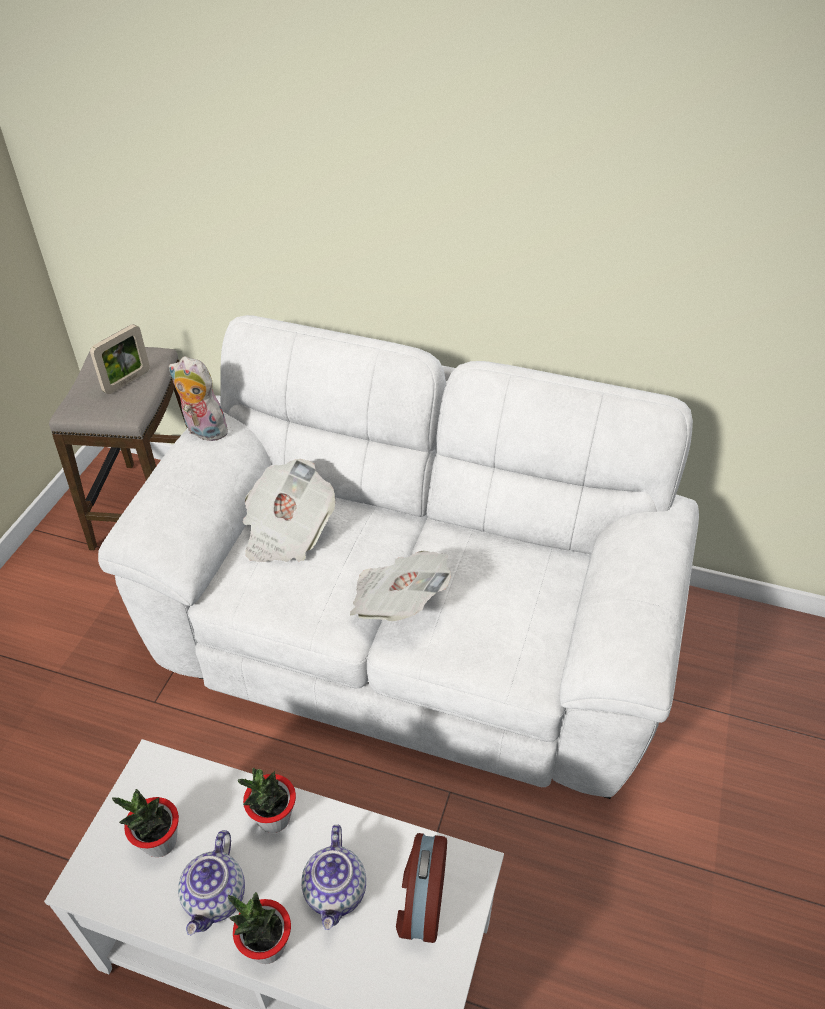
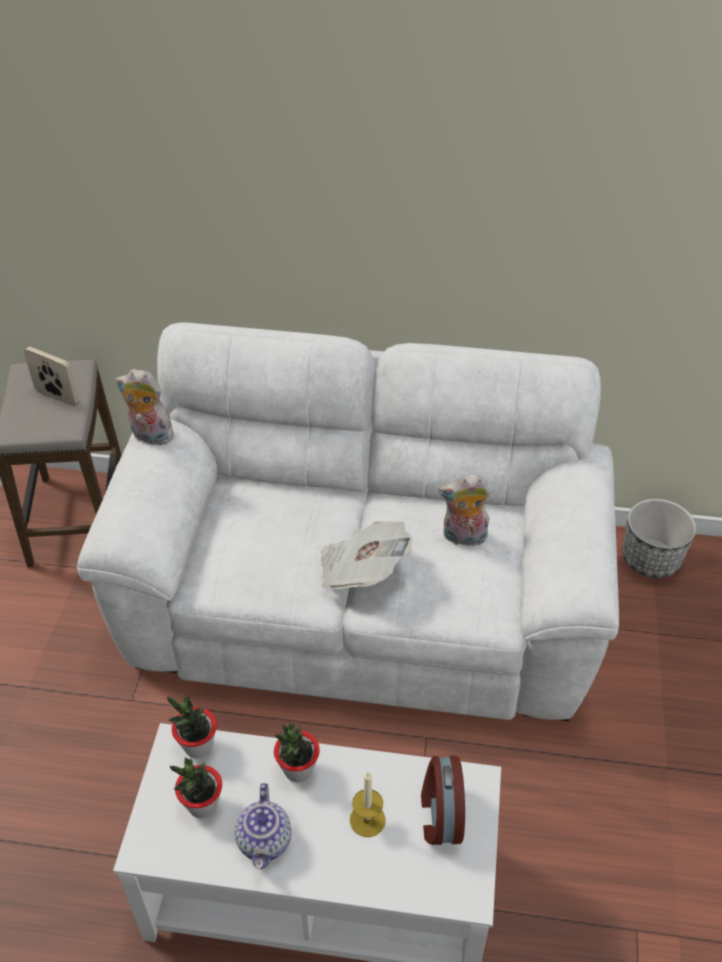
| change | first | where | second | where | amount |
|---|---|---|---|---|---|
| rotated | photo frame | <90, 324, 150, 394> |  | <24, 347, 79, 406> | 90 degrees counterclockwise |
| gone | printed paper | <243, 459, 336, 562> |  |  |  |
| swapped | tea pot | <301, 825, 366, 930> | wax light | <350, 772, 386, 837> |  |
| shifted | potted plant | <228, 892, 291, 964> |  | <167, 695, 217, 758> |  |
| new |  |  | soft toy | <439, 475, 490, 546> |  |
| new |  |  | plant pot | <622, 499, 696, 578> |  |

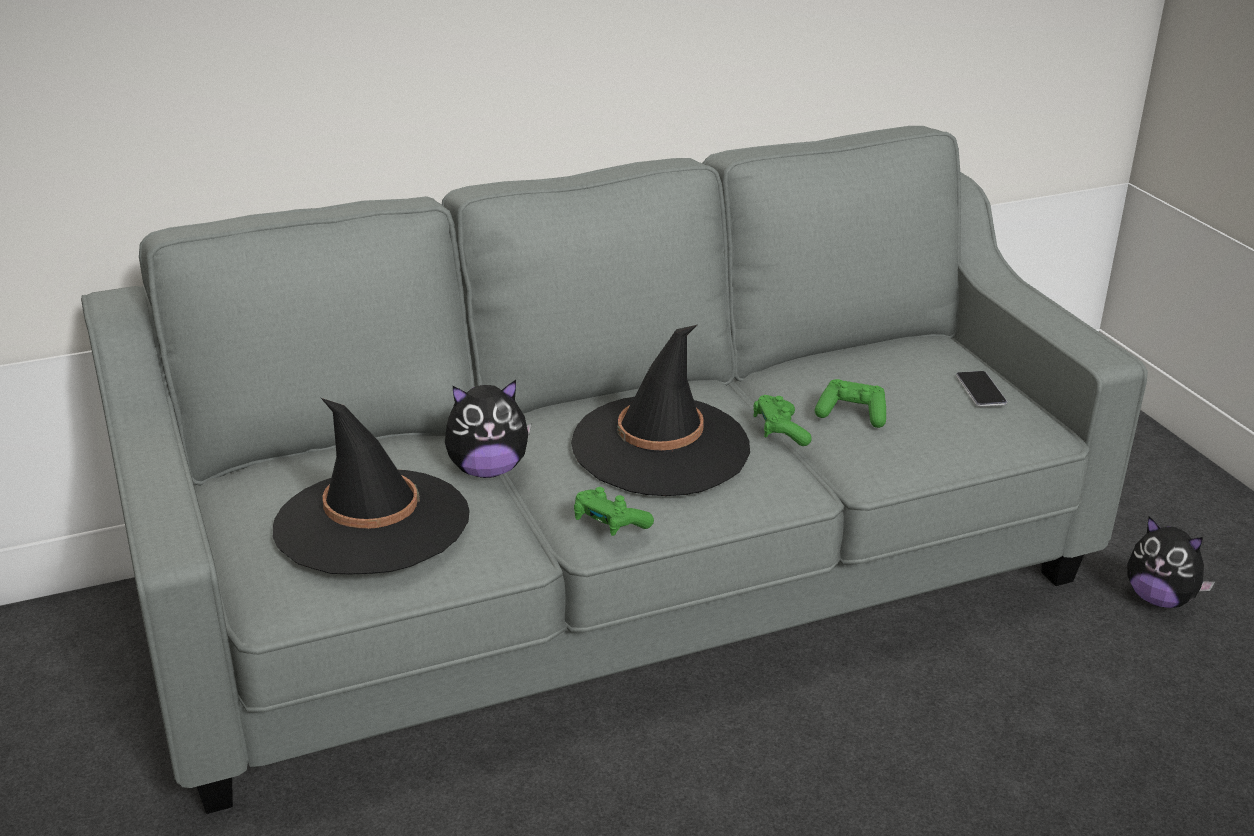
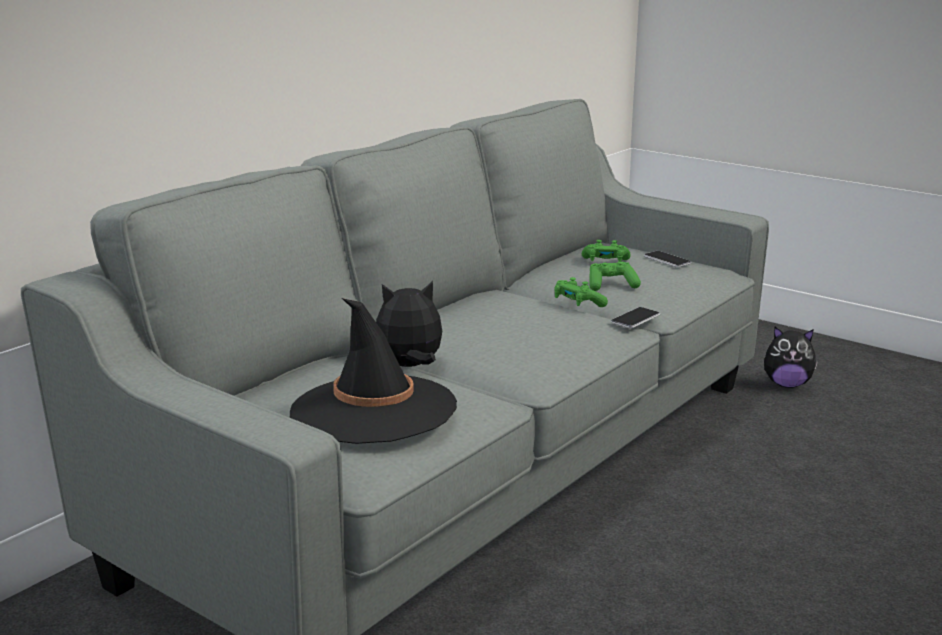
| change | first | where | second | where | amount |
|---|---|---|---|---|---|
| gone | blackish wearable hat | <571, 325, 750, 496> |  |  |  |
| rotated | soft toy | <445, 380, 531, 478> |  | <376, 281, 442, 367> | 150 degrees counterclockwise |
| shifted | green game controller | <574, 487, 654, 536> |  | <581, 240, 631, 262> |  |
| new |  |  | handset | <611, 307, 660, 328> |  |

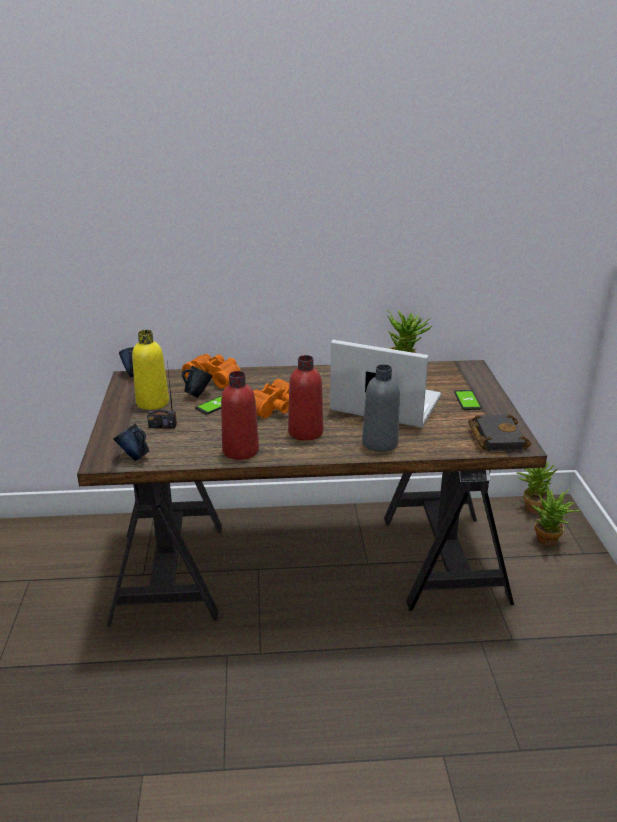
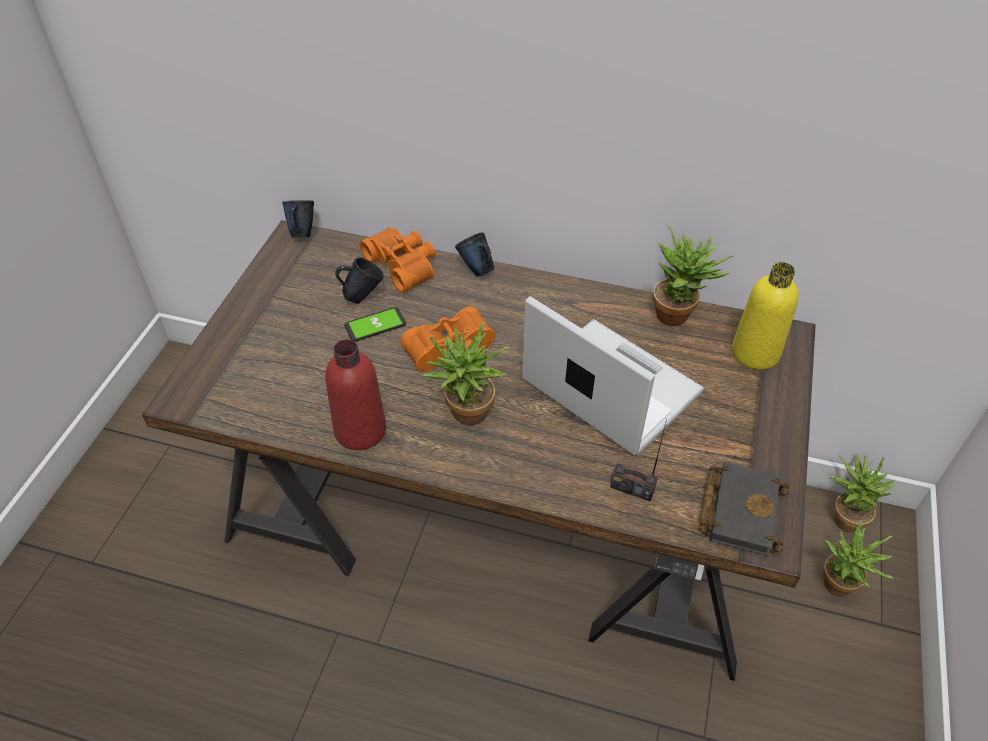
| change | first | where | second | where | amount |
|---|---|---|---|---|---|
| shifted | yellowish beverage bottle | <132, 330, 169, 410> |  | <732, 262, 799, 370> |  |
| swapped | red beverage bottle | <288, 355, 323, 441> | potted plant | <423, 321, 509, 425> |  |
| shifted | radio receiver | <147, 361, 177, 429> |  | <610, 419, 667, 502> |  |
| gone | grey beverage bottle | <362, 364, 400, 452> |  |  |  |
| gone | handset | <454, 390, 482, 410> |  |  |  |
| shifted | blue-coloured coffee mug | <113, 423, 149, 461> |  | <455, 232, 494, 276> |  |

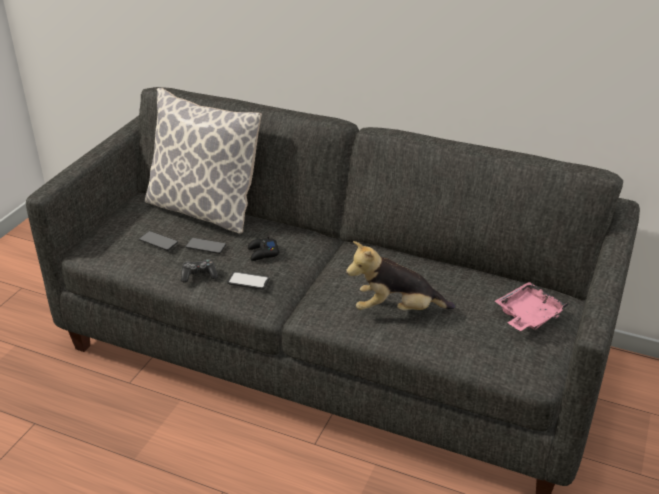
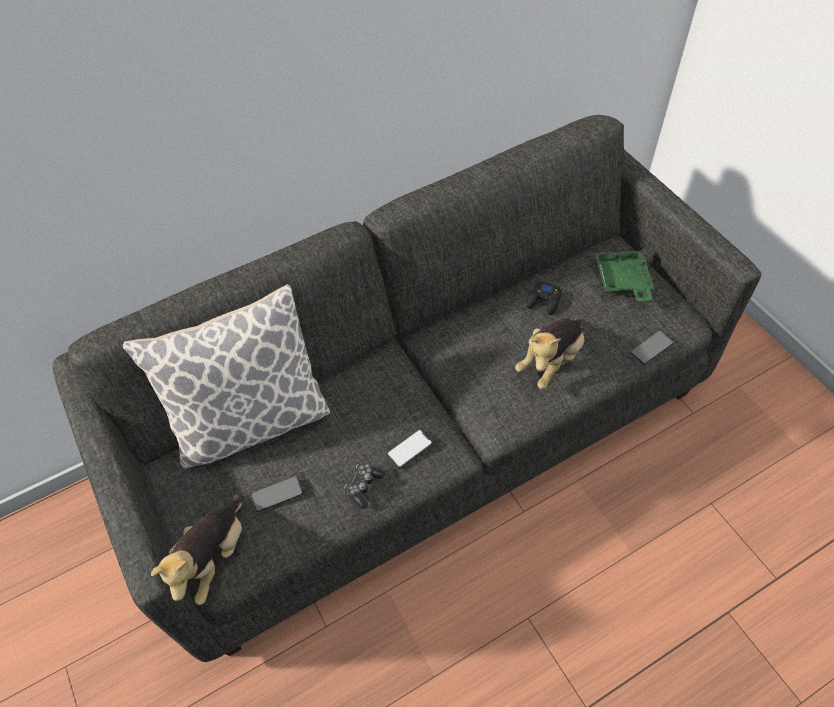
| change | first | where | second | where | amount |
|---|---|---|---|---|---|
| shifted | blackish game controller | <248, 236, 280, 261> |  | <526, 282, 561, 315> |  |
| shifted | handset | <185, 238, 226, 254> |  | <630, 331, 674, 364> |  |
| repainted | pink serving tray | <495, 282, 569, 331> | green serving tray | <595, 248, 654, 301> |  |
| new |  |  | soft toy | <151, 493, 243, 605> |  |

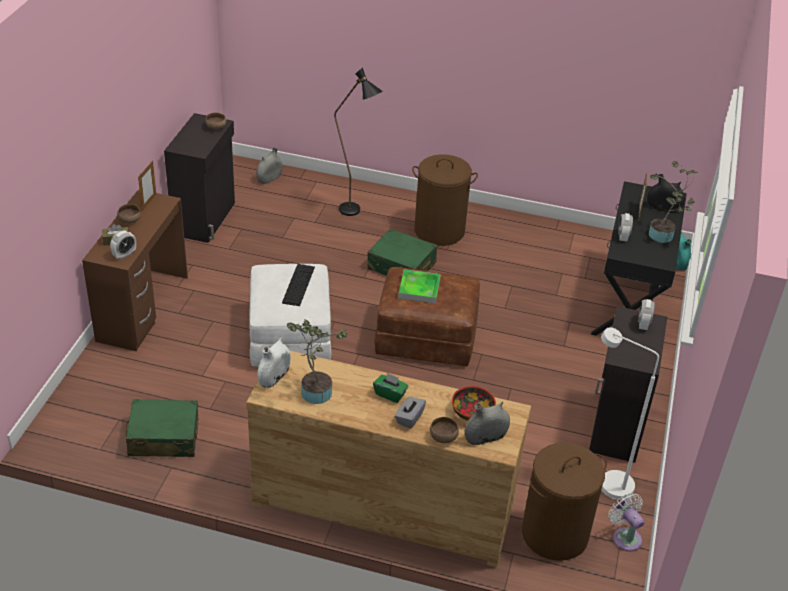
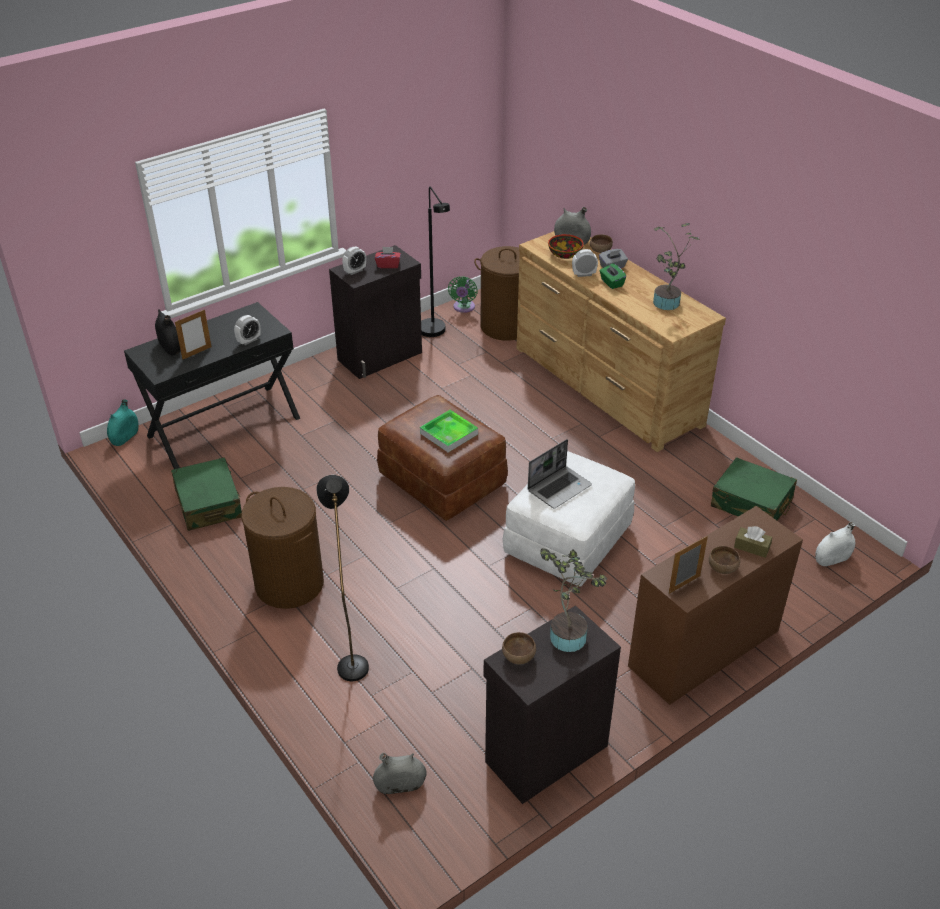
| change | first | where | second | where | amount |
|---|---|---|---|---|---|
| shifted | potted plant | <649, 161, 698, 243> |  | <540, 548, 607, 652> |  |
| shifted | green suitcase | <367, 229, 437, 276> |  | <171, 457, 242, 531> |  |
| shifted | table clock | <110, 230, 136, 260> |  | <572, 249, 598, 277> |  |
| swapped | keyboard | <282, 264, 315, 306> | notebook computer | <528, 439, 592, 509> |  |
| repainted | white-coloured standard lamp | <601, 327, 659, 500> | blackish standard lamp | <421, 187, 450, 337> |  |
| shifted | white-coloured decorative vase | <257, 337, 291, 388> |  | <815, 522, 856, 566> |  |
| repainted | white-coloured cooling fan | <608, 493, 645, 552> | green cooling fan | <448, 276, 478, 313> |  |
| new |  |  | red tissue box | <375, 247, 401, 268> |  |

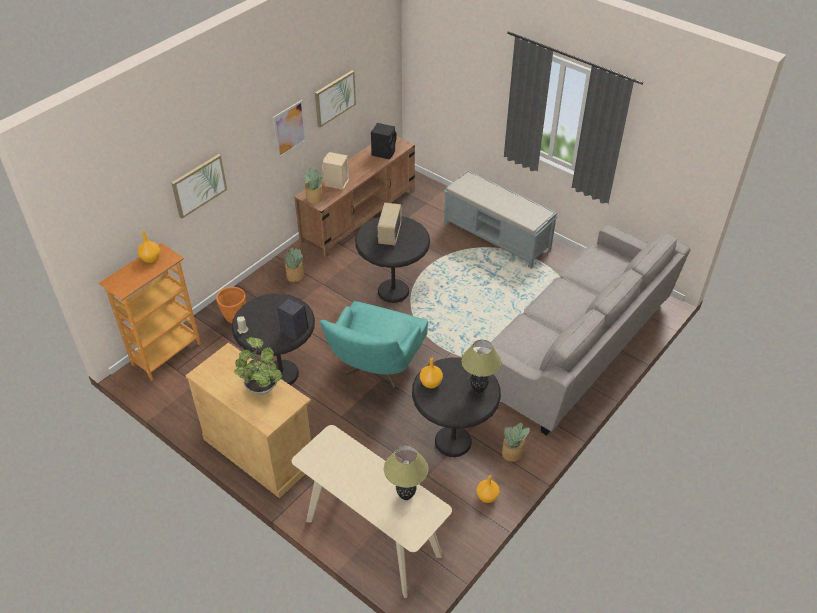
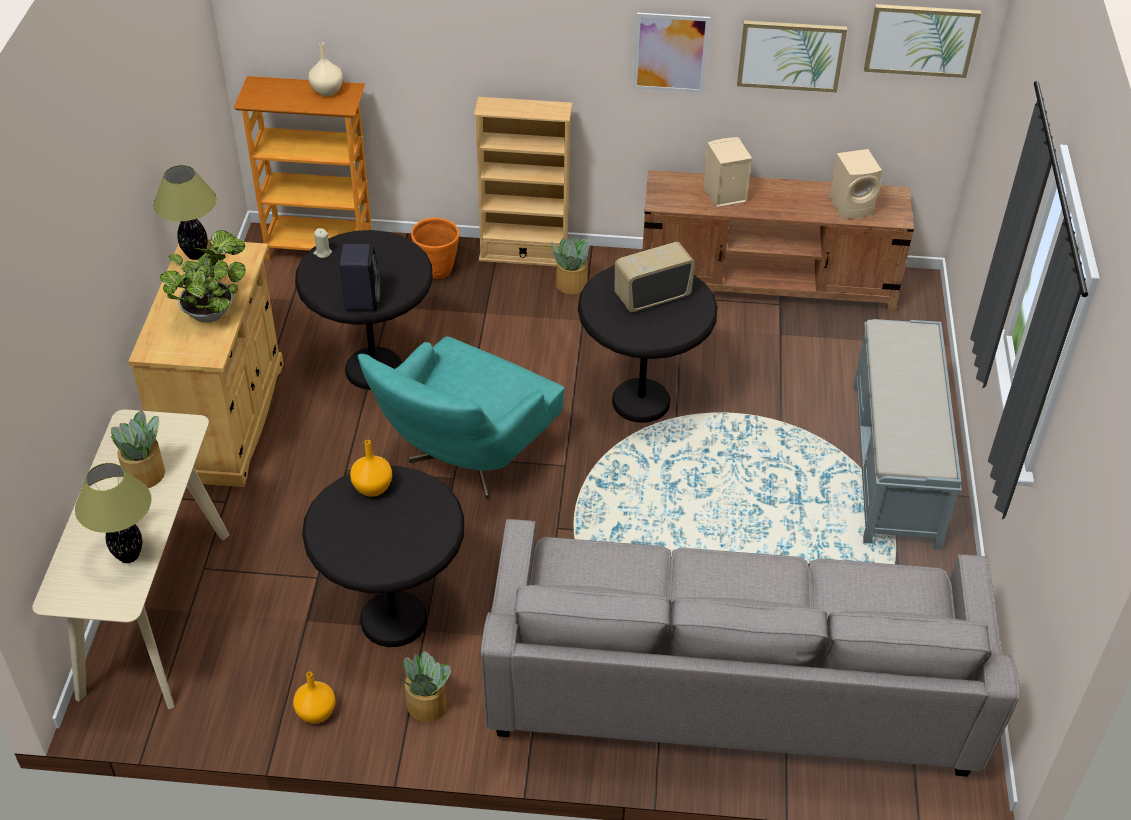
| change | first | where | second | where | amount |
|---|---|---|---|---|---|
| repainted | blackish audio speaker | <371, 123, 396, 159> | beige audio speaker | <829, 149, 882, 219> |  |
| shifted | wall picture | <171, 154, 227, 218> |  | <864, 4, 981, 78> |  |
| shifted | potted plant | <304, 167, 323, 204> |  | <111, 410, 165, 488> |  |
| repainted | orange-coloured decorative vase | <138, 231, 160, 263> | beige decorative vase | <309, 42, 343, 96> |  |
| rotated | turquoise-coloured armchair | <320, 301, 428, 389> |  | <358, 336, 564, 499> | 45 degrees counterclockwise |
| shifted | tabletop lamp | <461, 339, 501, 393> |  | <153, 165, 217, 260> |  |
| new |  |  | beige bookshelf | <474, 97, 572, 266> |  |

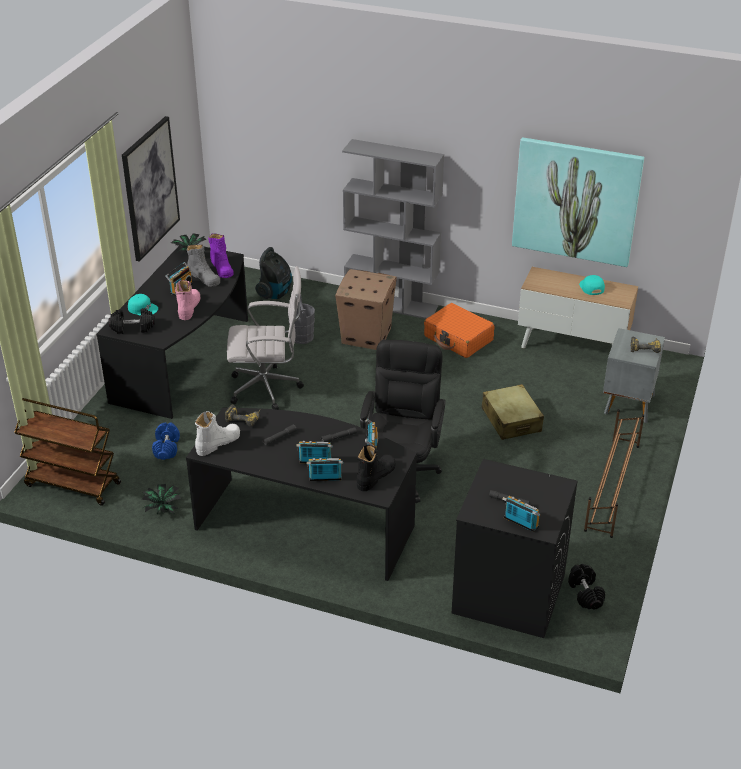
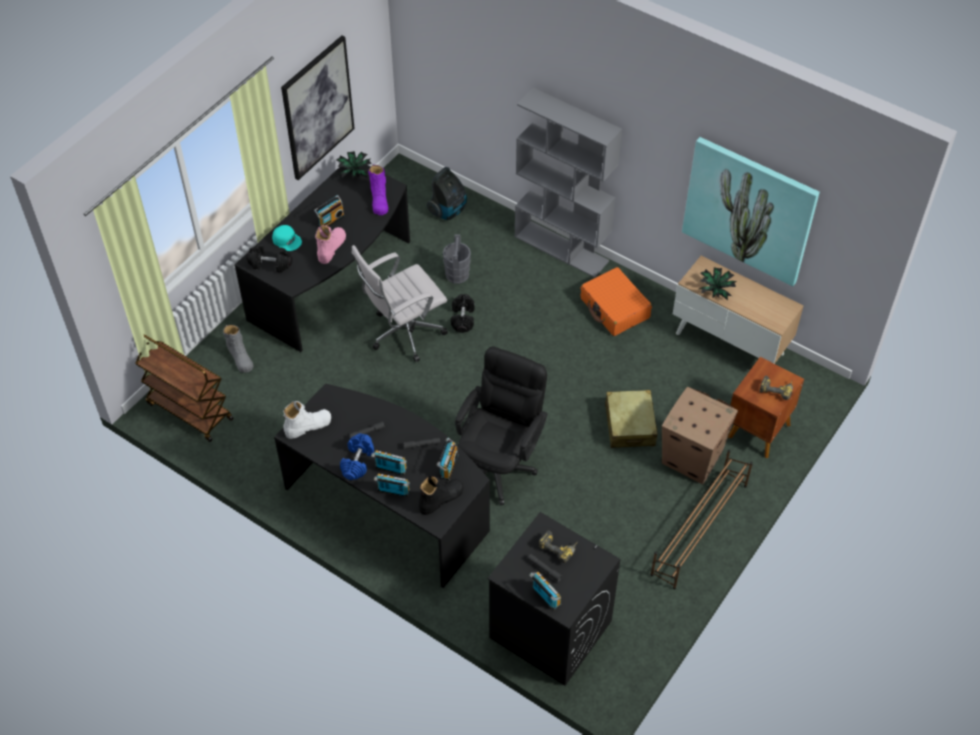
| change | first | where | second | where | amount |
|---|---|---|---|---|---|
| shifted | grey high-top boot | <187, 244, 221, 287> |  | <223, 325, 253, 373> |  |
| rotated | white-coloured office chair | <227, 266, 304, 410> |  | <352, 245, 448, 362> | 135 degrees clockwise |
| shifted | cardboard box | <335, 269, 397, 350> |  | <662, 387, 738, 484> |  |
| gone | turquoise-coloured baseball cap | <579, 275, 605, 295> |  |  |  |
| repainted | grey nightstand | <603, 328, 665, 423> | brownish nightstand | <728, 357, 804, 458> |  |
| shifted | electric drill | <225, 405, 260, 426> |  | <539, 530, 578, 563> |  |
| shifted | blue-coloured free weight | <152, 422, 180, 460> |  | <340, 433, 374, 480> |  |
| shifted | potted plant | <142, 484, 181, 514> |  | <699, 267, 736, 301> |  |
| shifted | blackish free weight | <568, 564, 605, 609> |  | <451, 294, 475, 333> |  |

